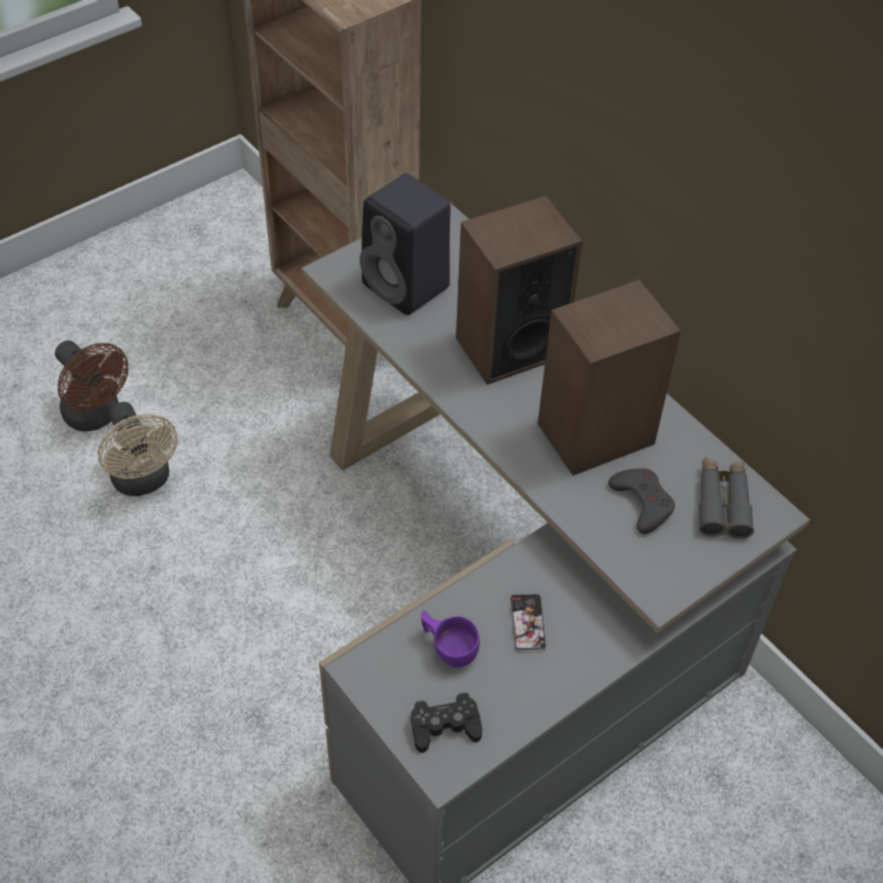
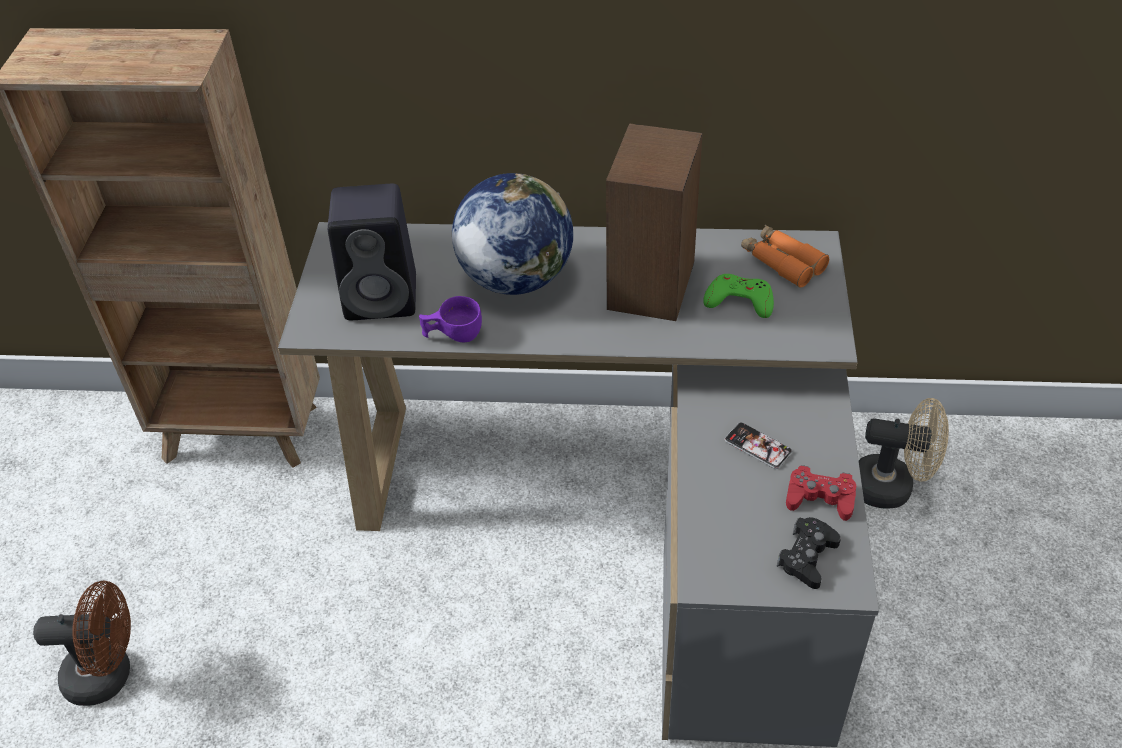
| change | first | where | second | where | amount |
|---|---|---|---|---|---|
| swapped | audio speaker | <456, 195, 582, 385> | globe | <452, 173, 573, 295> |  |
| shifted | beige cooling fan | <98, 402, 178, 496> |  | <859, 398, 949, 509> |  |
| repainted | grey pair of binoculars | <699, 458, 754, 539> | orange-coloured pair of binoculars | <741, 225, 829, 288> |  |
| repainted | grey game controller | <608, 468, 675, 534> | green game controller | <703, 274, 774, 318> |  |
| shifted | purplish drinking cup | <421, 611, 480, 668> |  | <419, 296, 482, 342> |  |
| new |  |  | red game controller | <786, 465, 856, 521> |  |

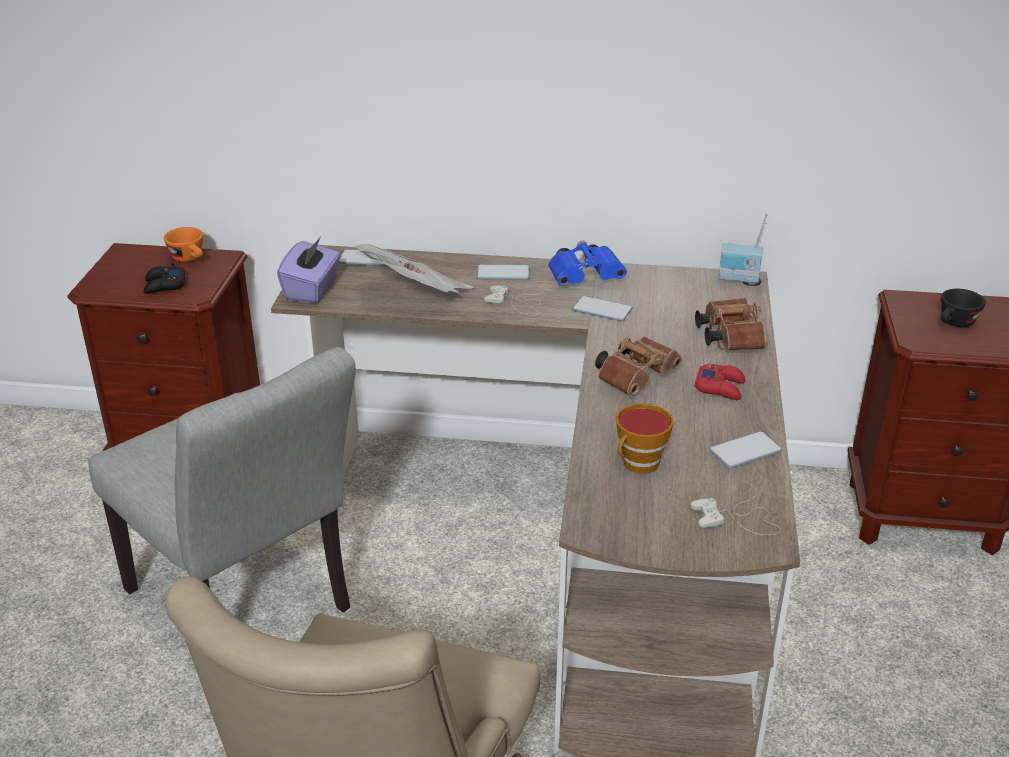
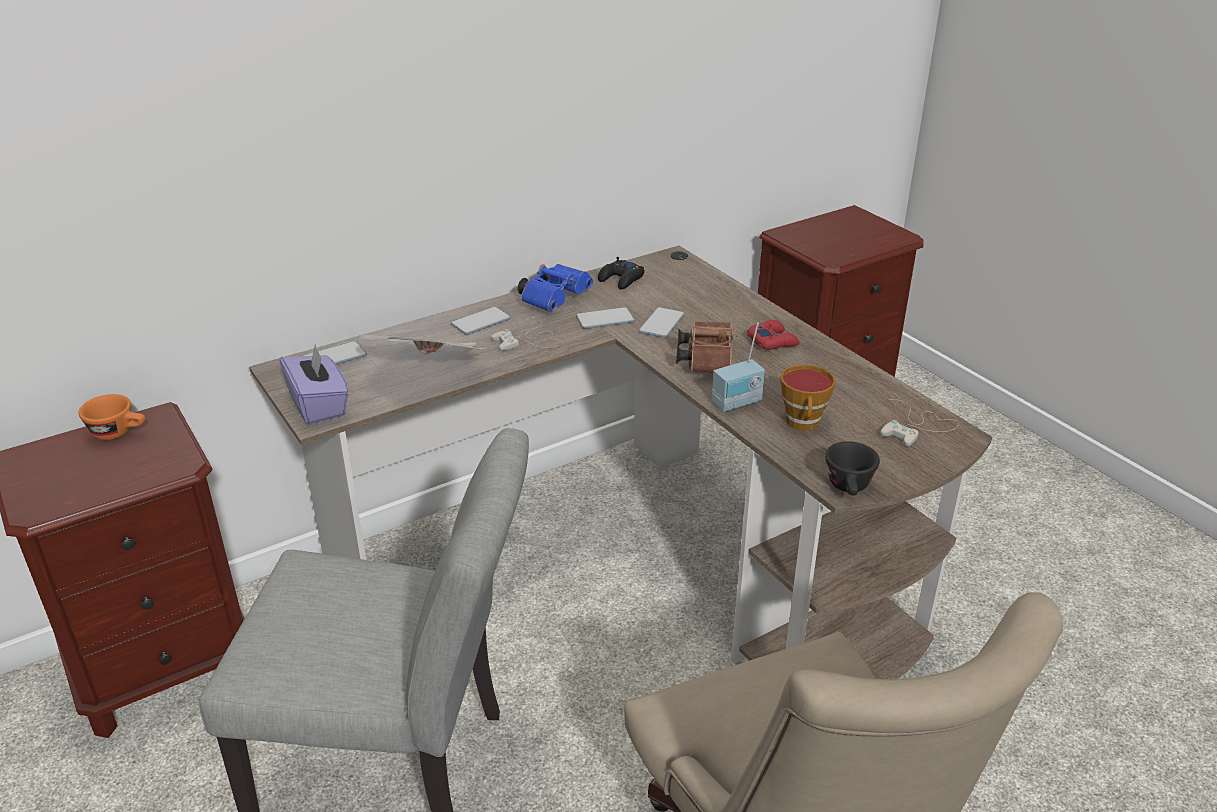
| change | first | where | second | where | amount |
|---|---|---|---|---|---|
| shifted | radio receiver | <718, 214, 768, 283> |  | <712, 322, 765, 412> |  |
| shifted | blackish game controller | <143, 263, 185, 294> |  | <598, 257, 645, 290> |  |
| shifted | blackish drinking cup | <941, 289, 986, 328> |  | <825, 441, 880, 495> |  |
| gone | brownish pair of binoculars | <695, 298, 768, 351> |  |  |  |
| shifted | handset | <709, 431, 782, 468> |  | <639, 307, 685, 338> |  |

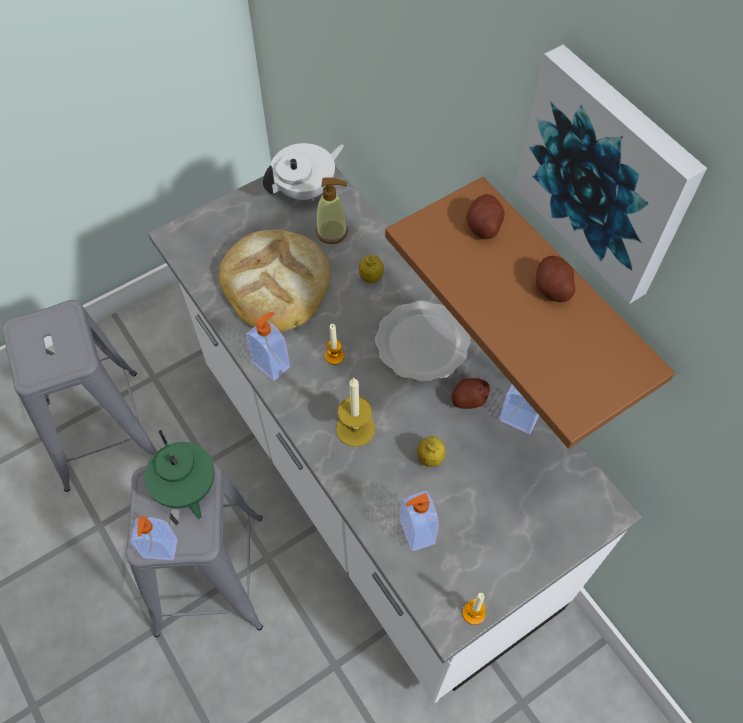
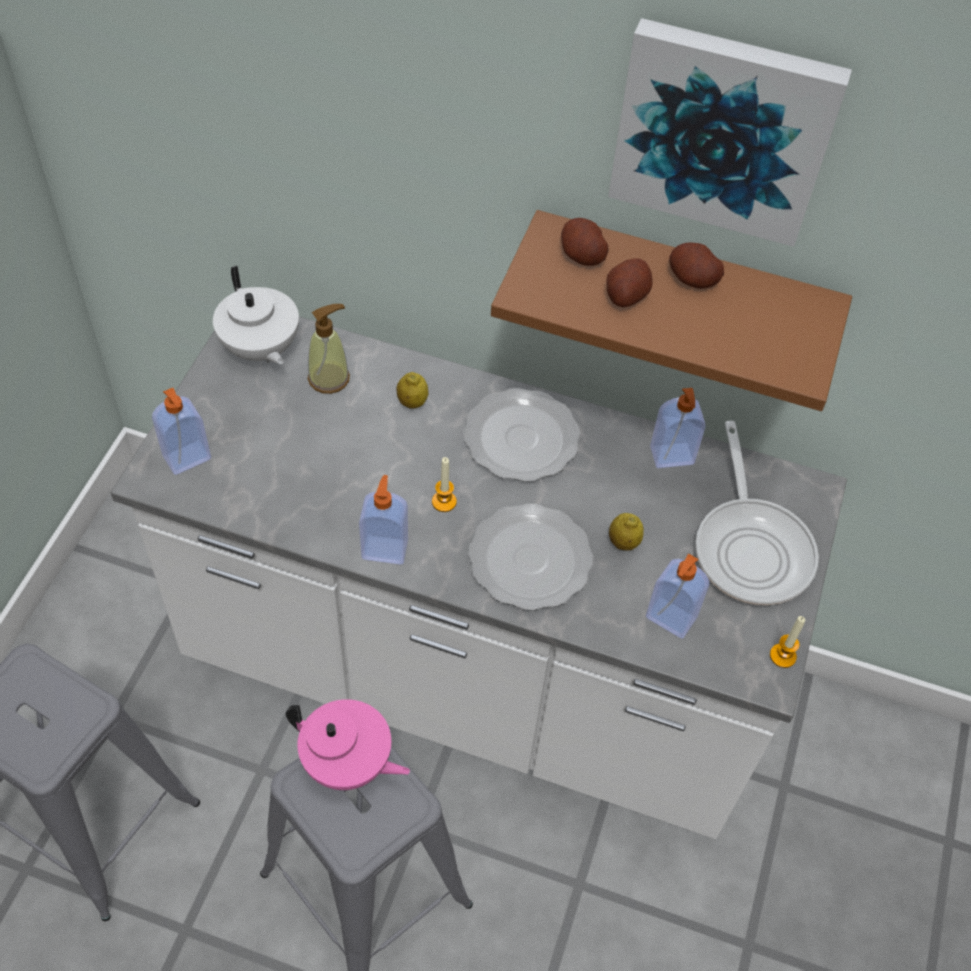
| change | first | where | second | where | amount |
|---|---|---|---|---|---|
| rotated | white-coloured tea pot | <263, 143, 344, 201> |  | <213, 266, 299, 364> | 135 degrees clockwise |
| gone | bakery bread | <219, 230, 331, 332> |  |  |  |
| swapped | wax light | <336, 377, 375, 447> | flat dish | <468, 503, 593, 611> |  |
| shifted | spud | <451, 378, 490, 409> |  | <607, 258, 653, 307> |  |
| repainted | green tea pot | <144, 430, 215, 520> | pink tea pot | <286, 699, 410, 790> |  |
| shifted | soap bottle | <131, 517, 178, 560> |  | <152, 388, 211, 475> |  |
| new |  |  | skillet | <695, 421, 819, 606> |  |

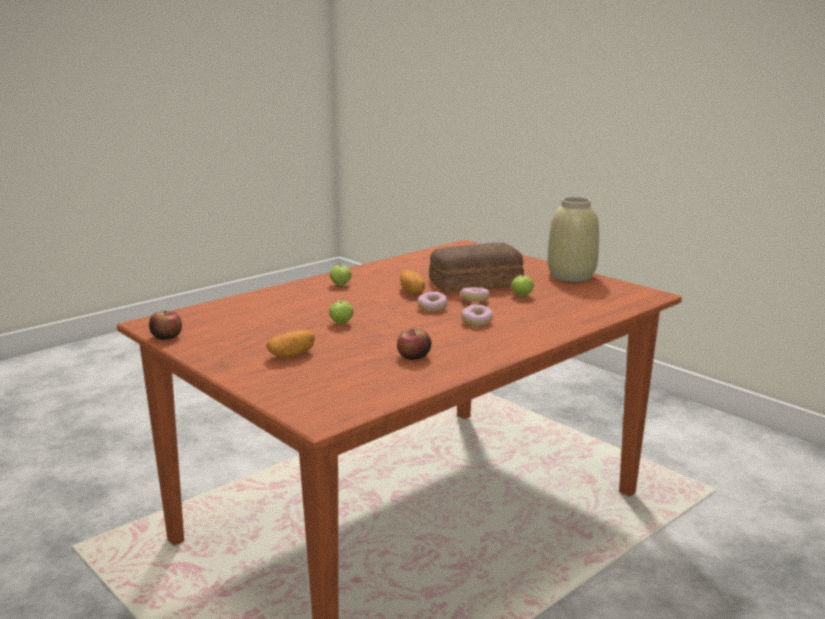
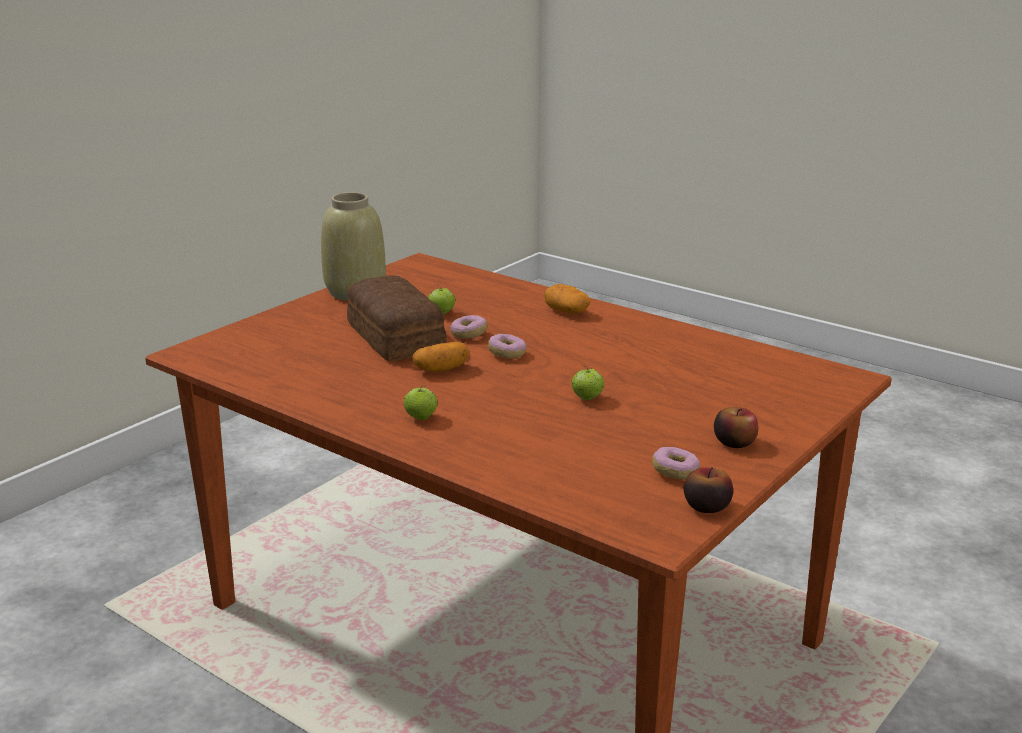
| change | first | where | second | where | amount |
|---|---|---|---|---|---|
| shifted | doughnut | <461, 305, 493, 326> |  | <652, 447, 700, 480> |  |
| shifted | apple | <397, 329, 431, 360> |  | <714, 407, 758, 448> |  |
| shifted | spud | <266, 330, 315, 357> |  | <544, 284, 590, 314> |  |

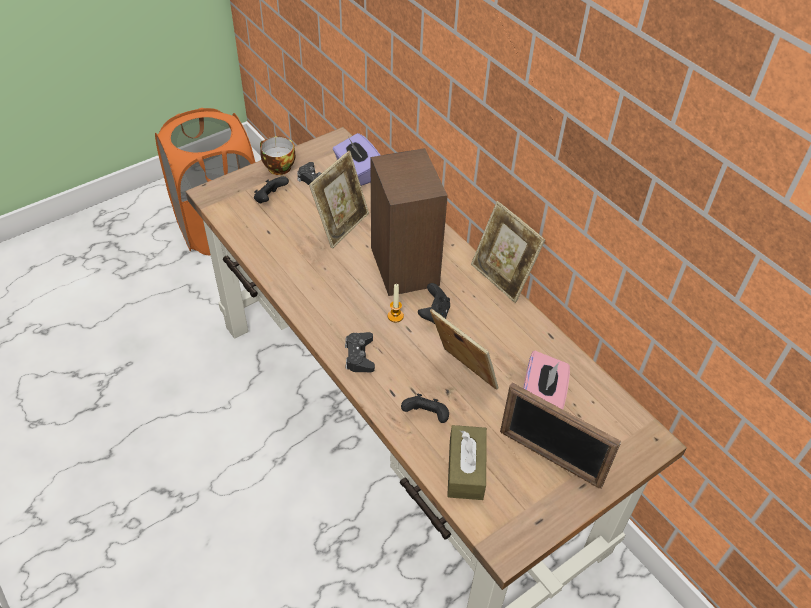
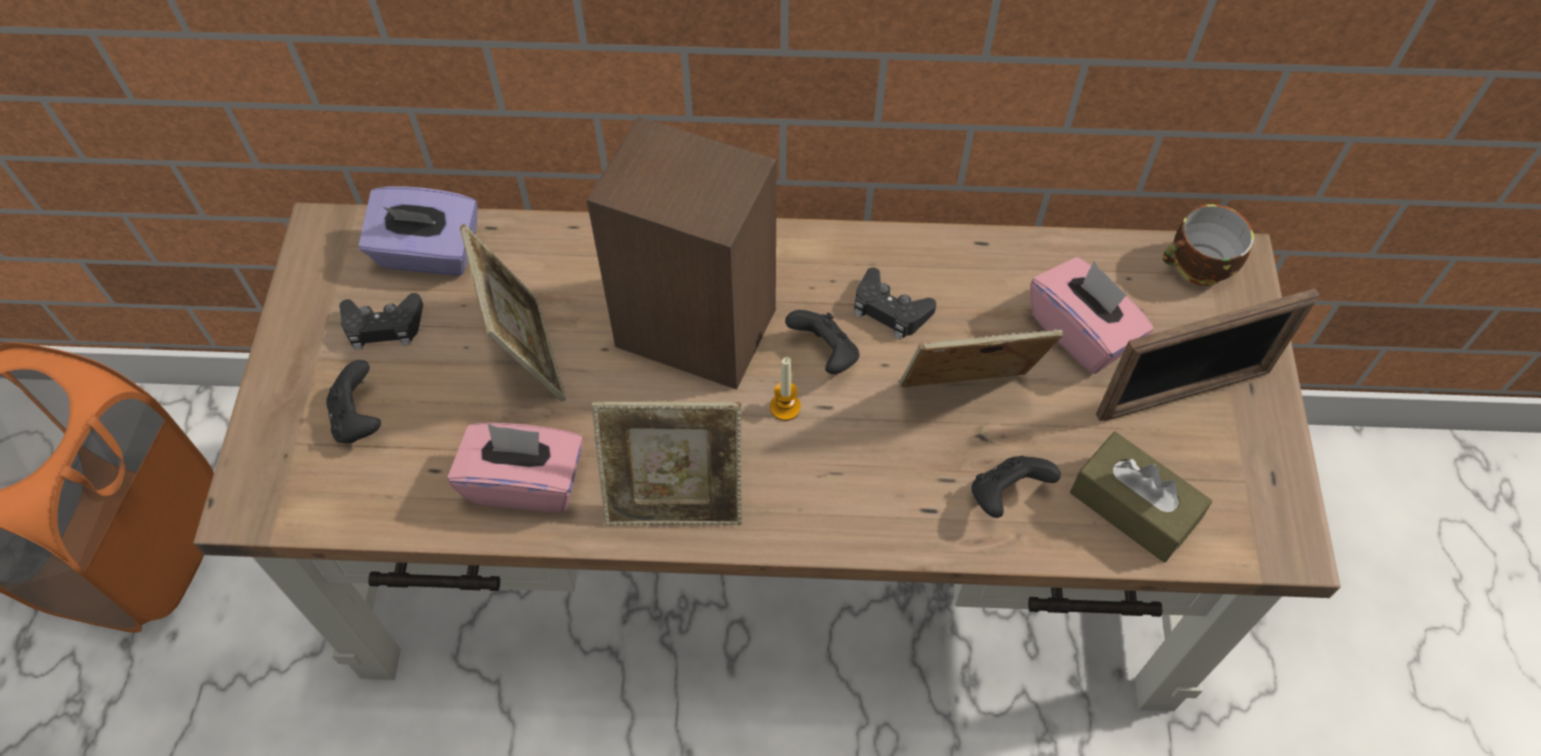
| change | first | where | second | where | amount |
|---|---|---|---|---|---|
| shifted | drinking cup | <260, 136, 295, 175> |  | <1163, 204, 1254, 286> |  |
| shifted | photo frame | <471, 201, 545, 303> |  | <592, 401, 742, 526> |  |
| shifted | blackish game controller | <345, 332, 375, 372> |  | <854, 267, 936, 340> |  |
| new |  |  | pink tissue box | <448, 423, 583, 513> |  |

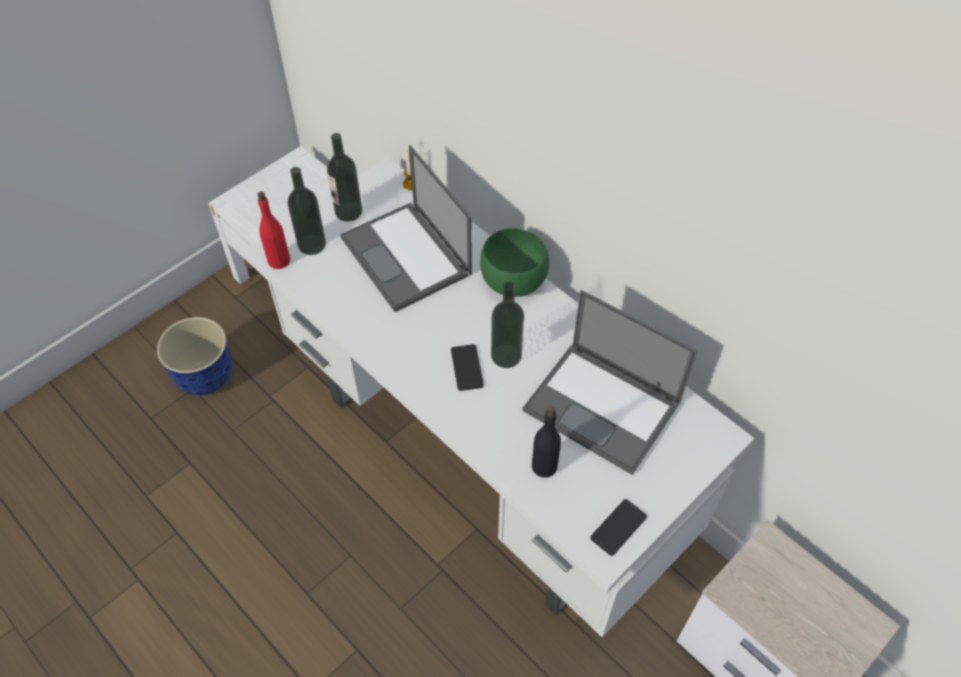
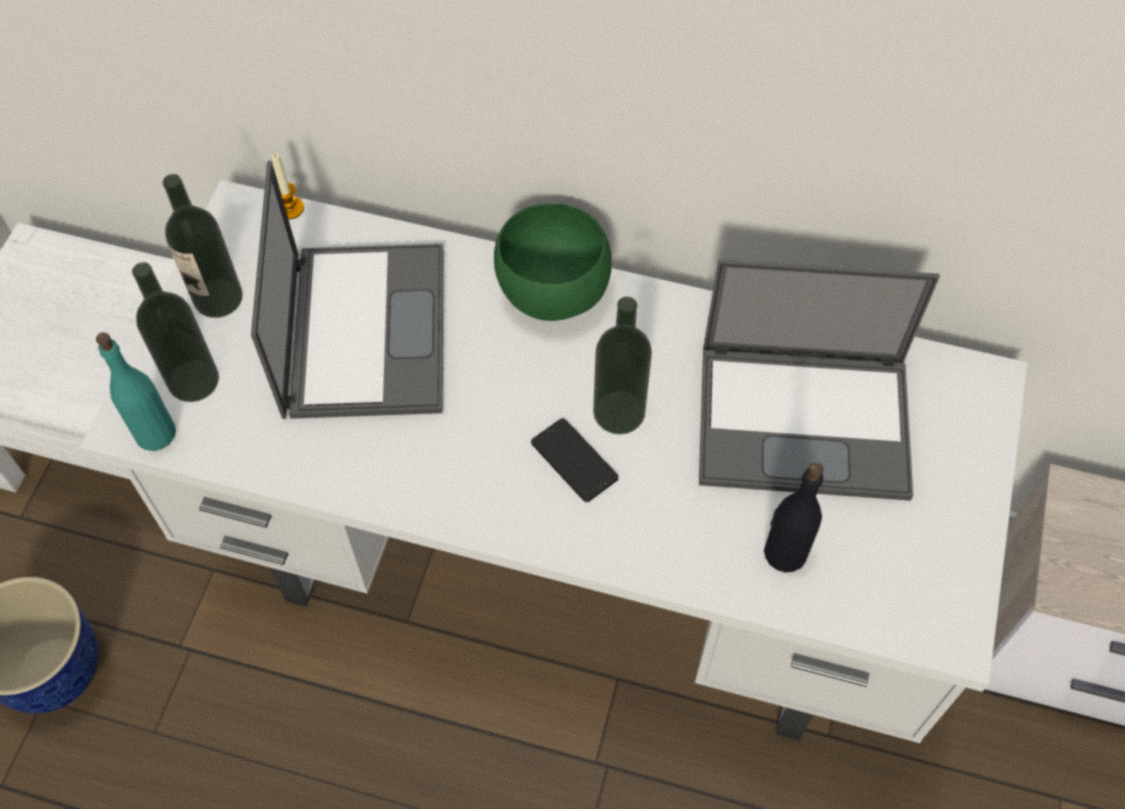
| change | first | where | second | where | amount |
|---|---|---|---|---|---|
| rotated | notebook computer | <340, 145, 472, 312> |  | <251, 161, 443, 419> | 120 degrees counterclockwise |
| repainted | red beverage bottle | <257, 191, 290, 269> | turquoise-coloured beverage bottle | <96, 332, 176, 451> |  |
| gone | handset | <590, 499, 647, 556> |  |  |  |

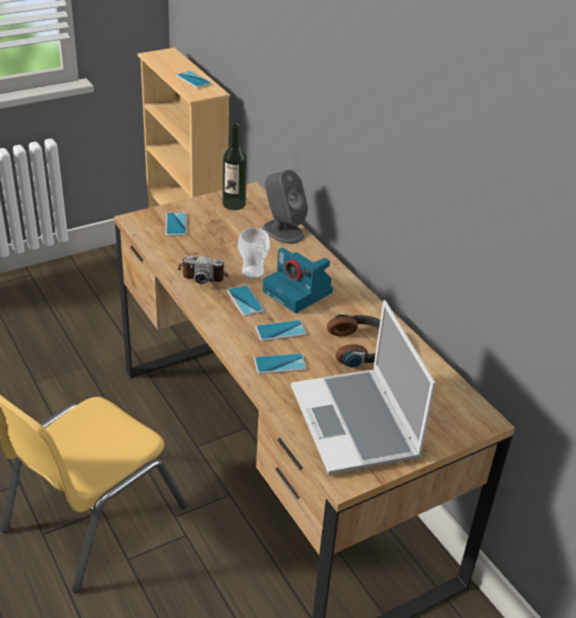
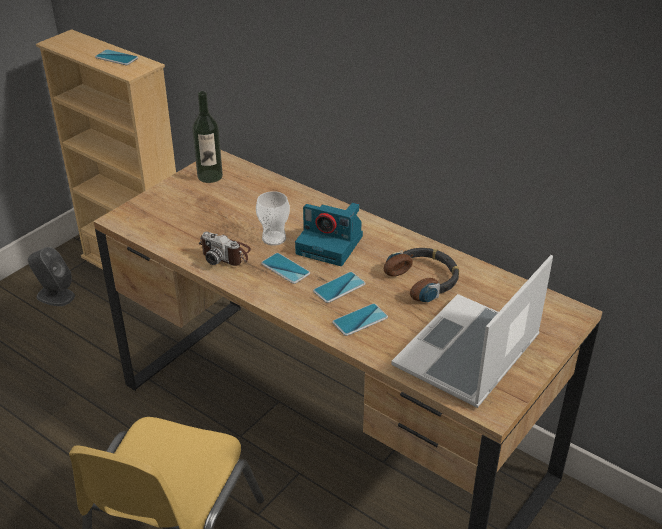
| change | first | where | second | where | amount |
|---|---|---|---|---|---|
| shifted | grey audio speaker | <262, 170, 308, 244> |  | <28, 247, 75, 306> |  |
| gone | handset | <166, 213, 187, 236> |  |  |  |
| rotated | still camera | <178, 255, 229, 285> |  | <199, 231, 251, 266> | 45 degrees clockwise |
| rotated | notebook computer | <291, 300, 436, 475> |  | <391, 255, 553, 408> | 75 degrees clockwise |

